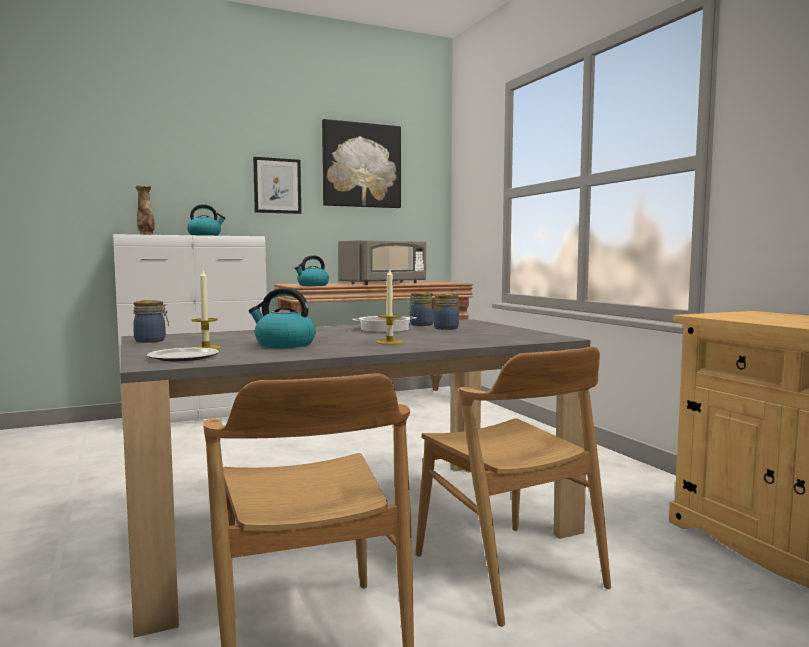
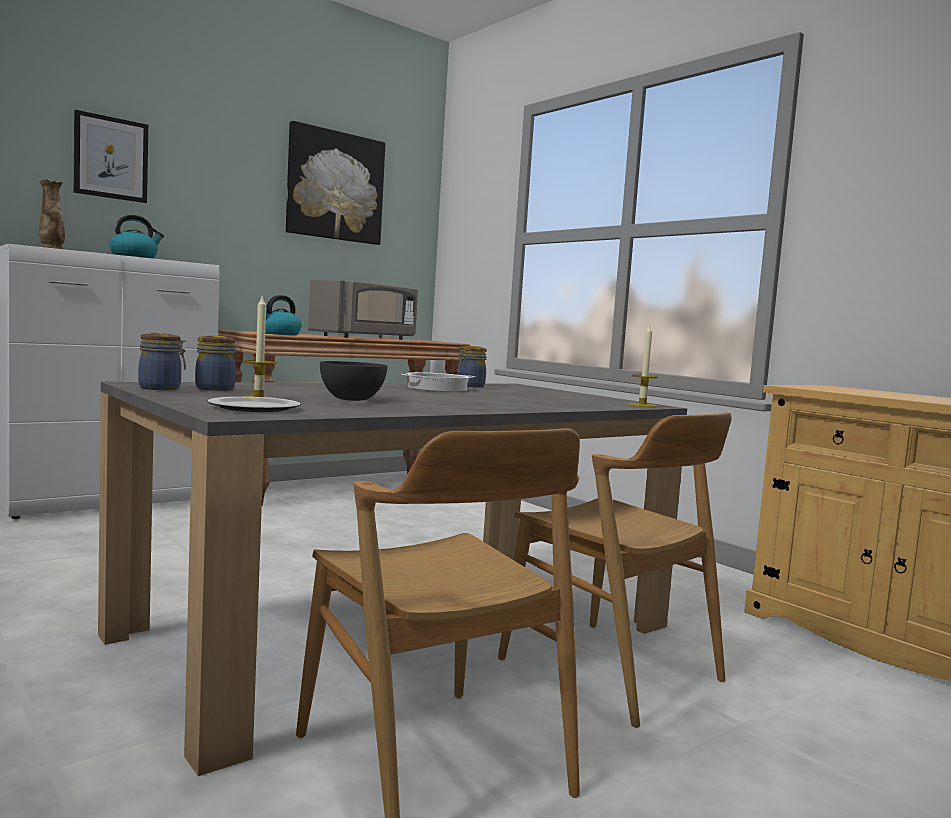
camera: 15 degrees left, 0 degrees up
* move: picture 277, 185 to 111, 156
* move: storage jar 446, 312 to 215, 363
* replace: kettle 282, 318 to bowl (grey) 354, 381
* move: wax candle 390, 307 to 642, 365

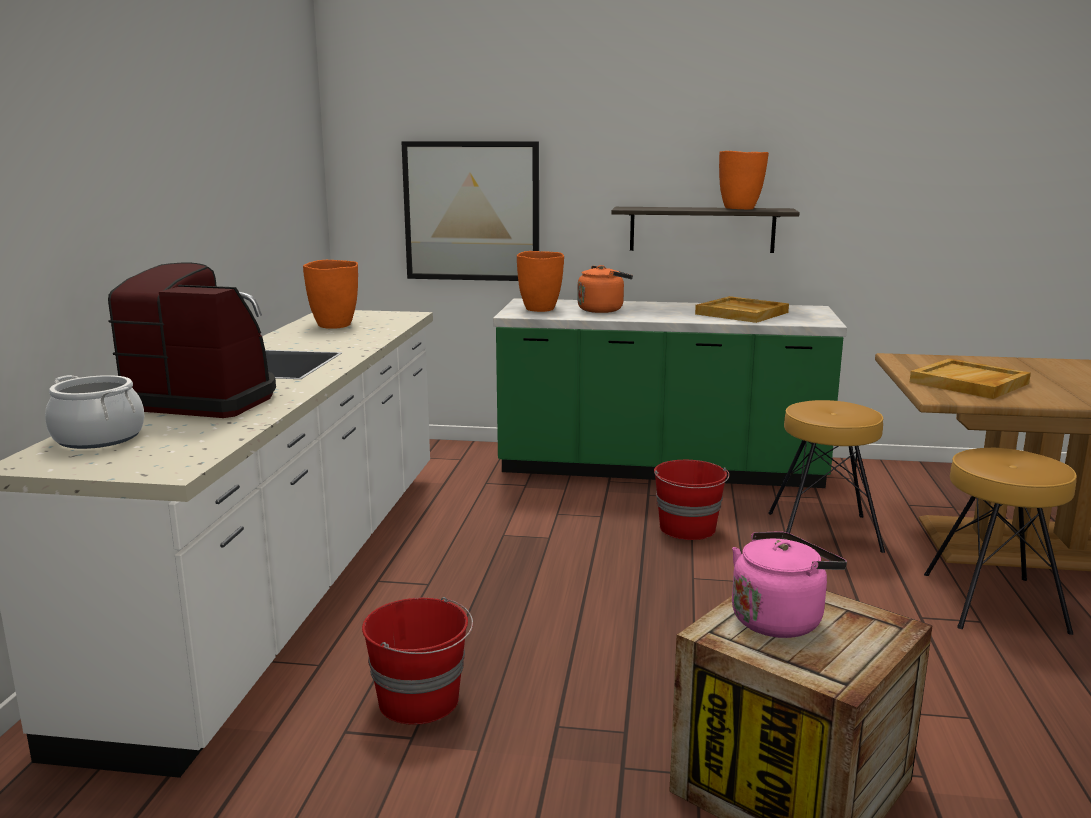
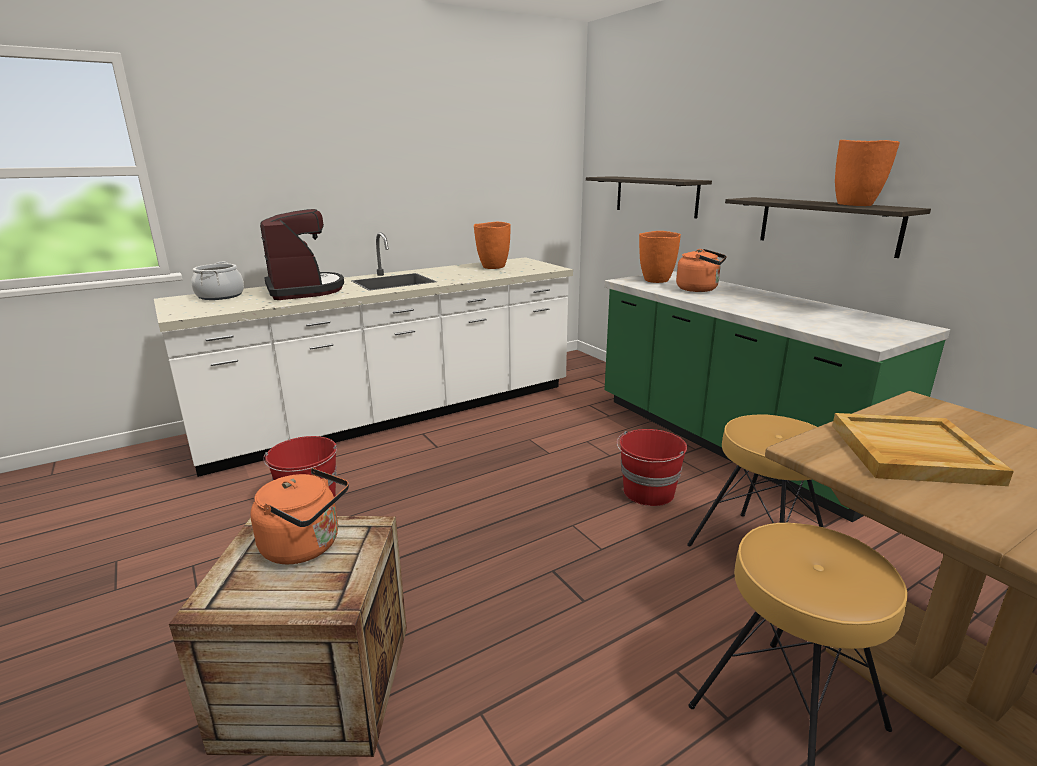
camera: 50 degrees right, 5 degrees up
* recolor: kettle (pink) 789, 585 to kettle (orangey) 299, 516
* replace: picture 470, 211 to bracket shelf 649, 197
* delete: tray (sand-coloured) 742, 309

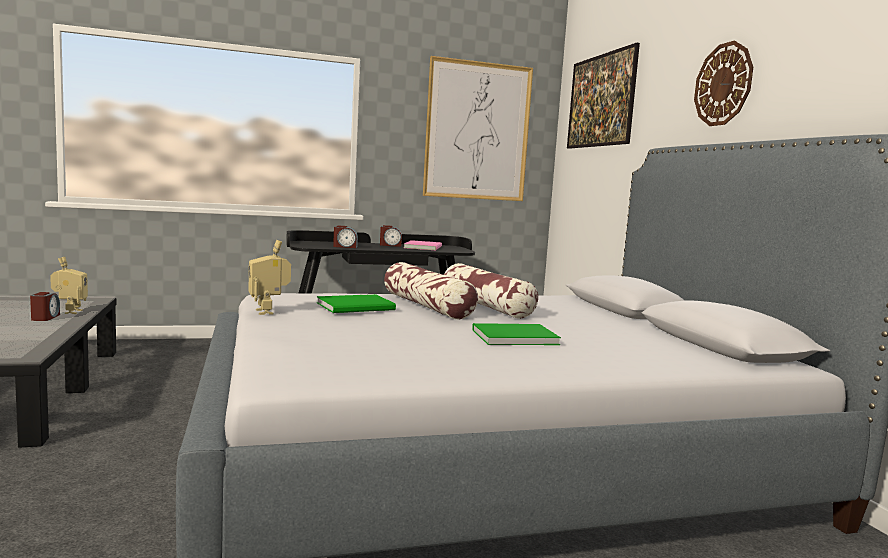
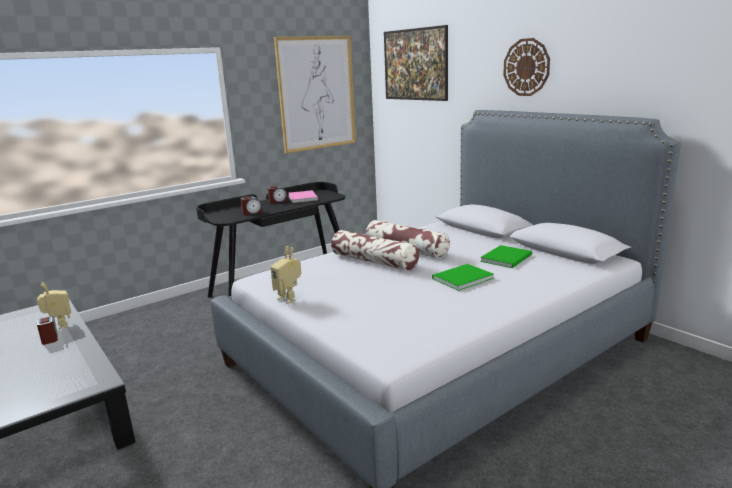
camera: 20 degrees left, 10 degrees up
* move: bound book (green-coloured) 356, 303 to 506, 256

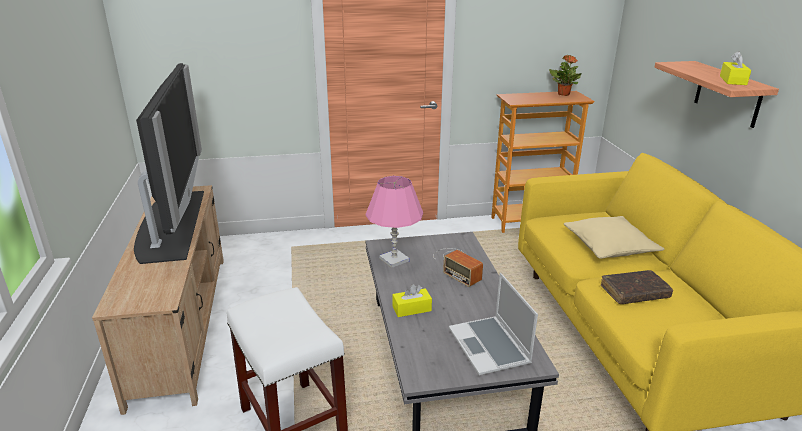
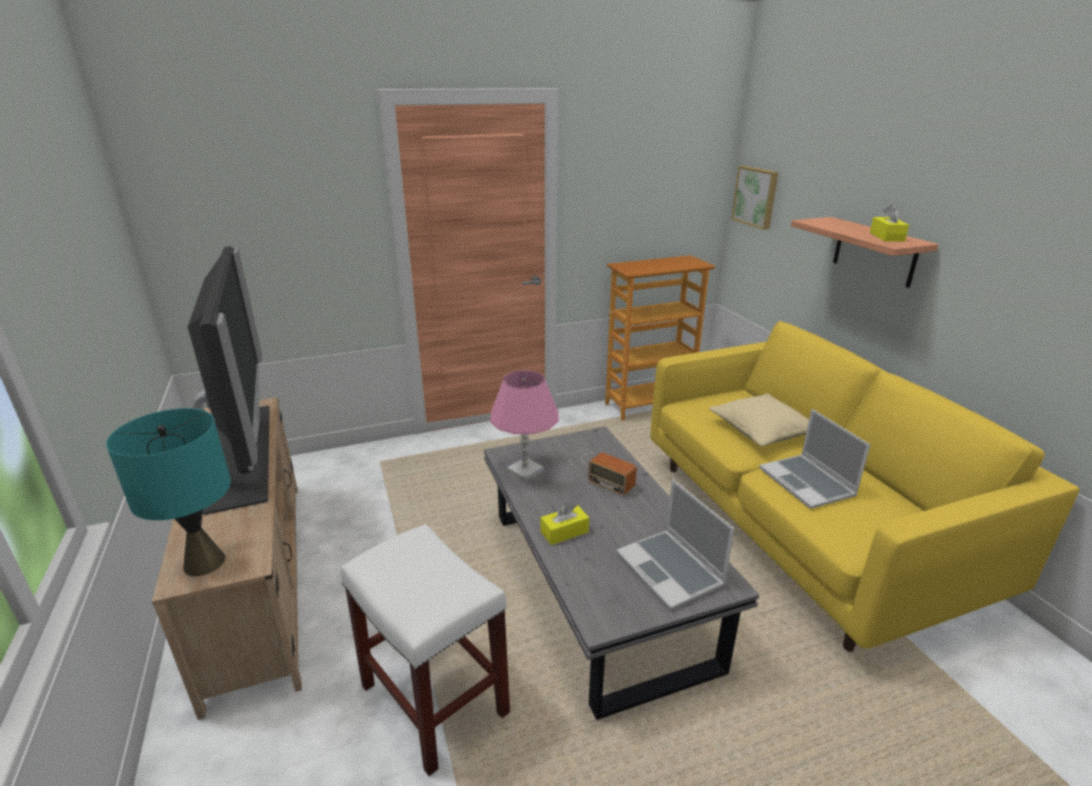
camera: 10 degrees left, 0 degrees up
* insert: tabletop lamp (turquoise) 168, 492
* insert: picture 755, 198
* replace: bound book (brown) 637, 287 to notebook computer 815, 459
* delete: plant in a pot 565, 75

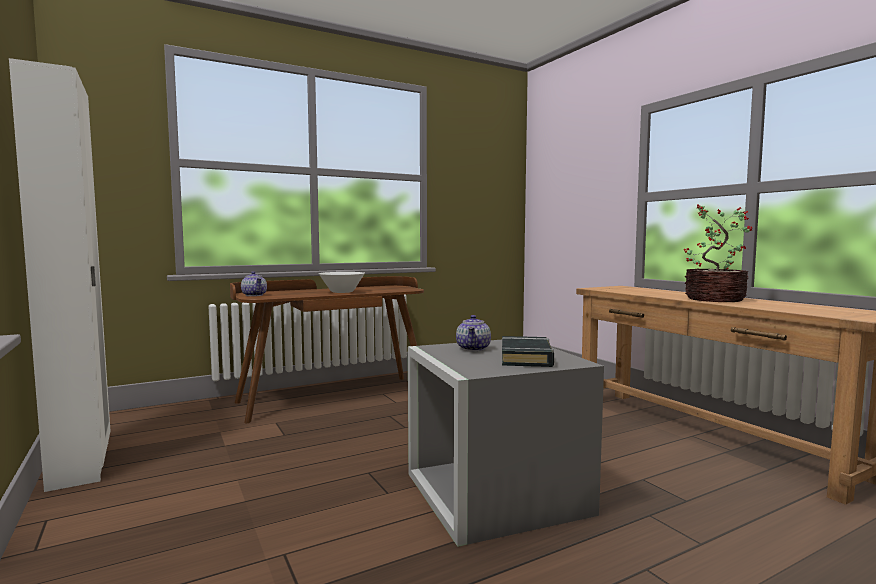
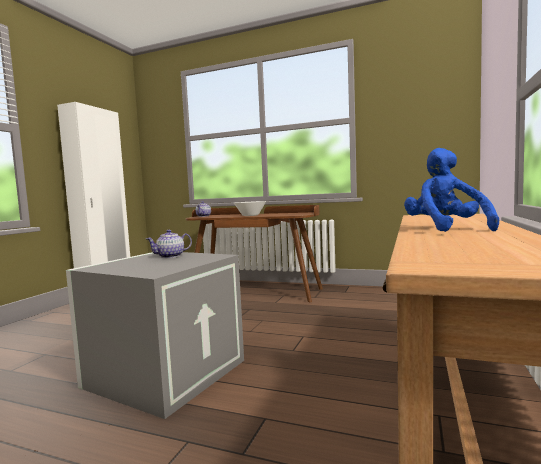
camera: 50 degrees right, 0 degrees up
* replace: plant in a pot 718, 253 to plush toy (blue) 451, 190
* delete: bound book (black-coloured) 528, 351

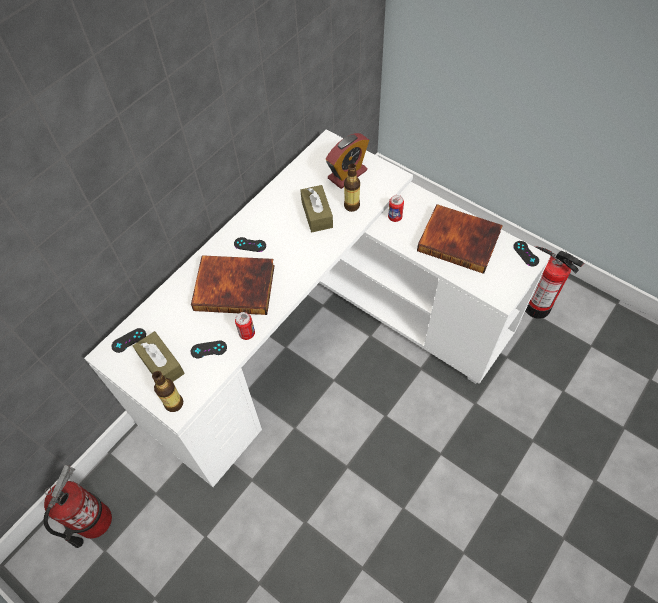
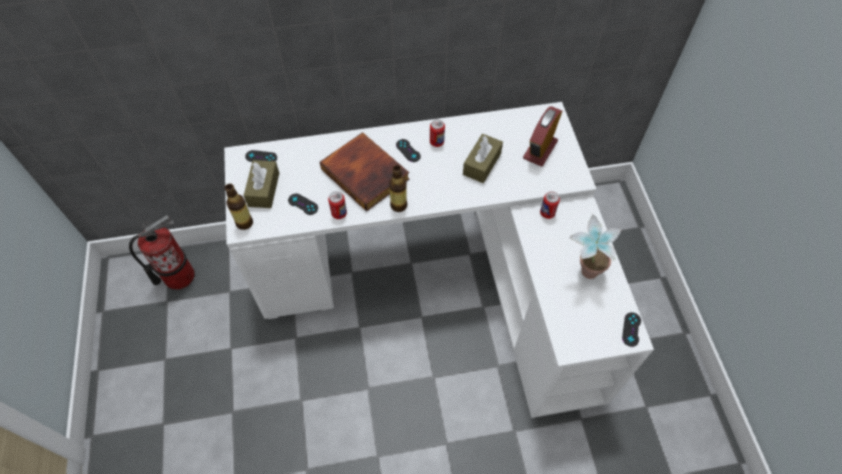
camera: 40 degrees right, 0 degrees up
* move: bottle 352, 188 to 398, 188
* insert: can 437, 133
* rotate: table clock 347, 161 = 542, 136 120 degrees clockwise
* replace: bound book 460, 239 to plant in a pot 595, 246
* delete: fire extinguisher 554, 283

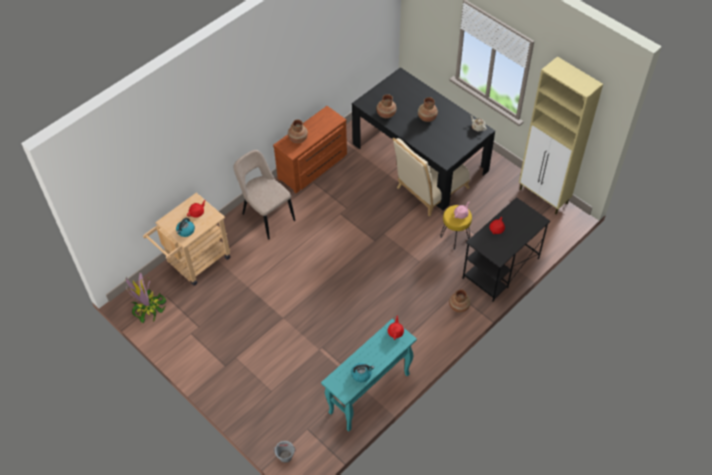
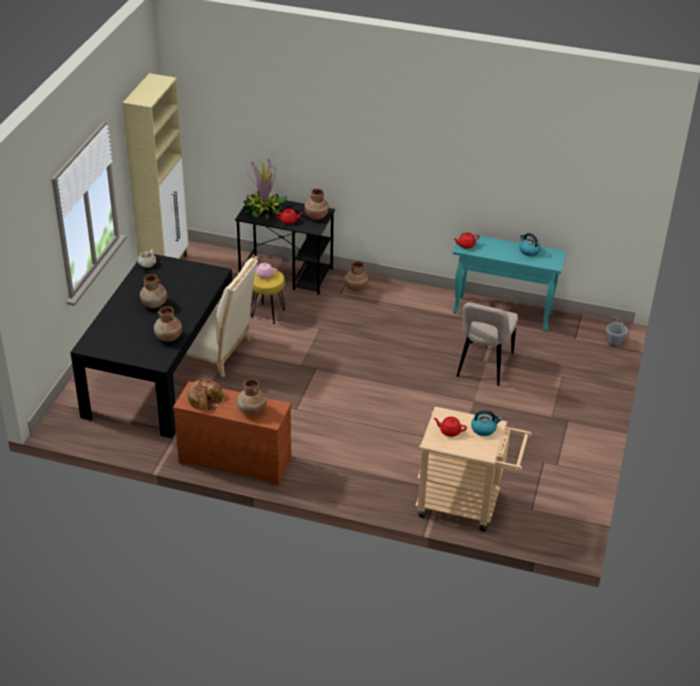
camera: 120 degrees left, 15 degrees down
* insert: bakery bread 207, 395
* move: plant in a pot 146, 297 to 265, 188
* insert: decorative vase (brown) 316, 204
* move: chair (sand-coloured) 264, 194 to 487, 344

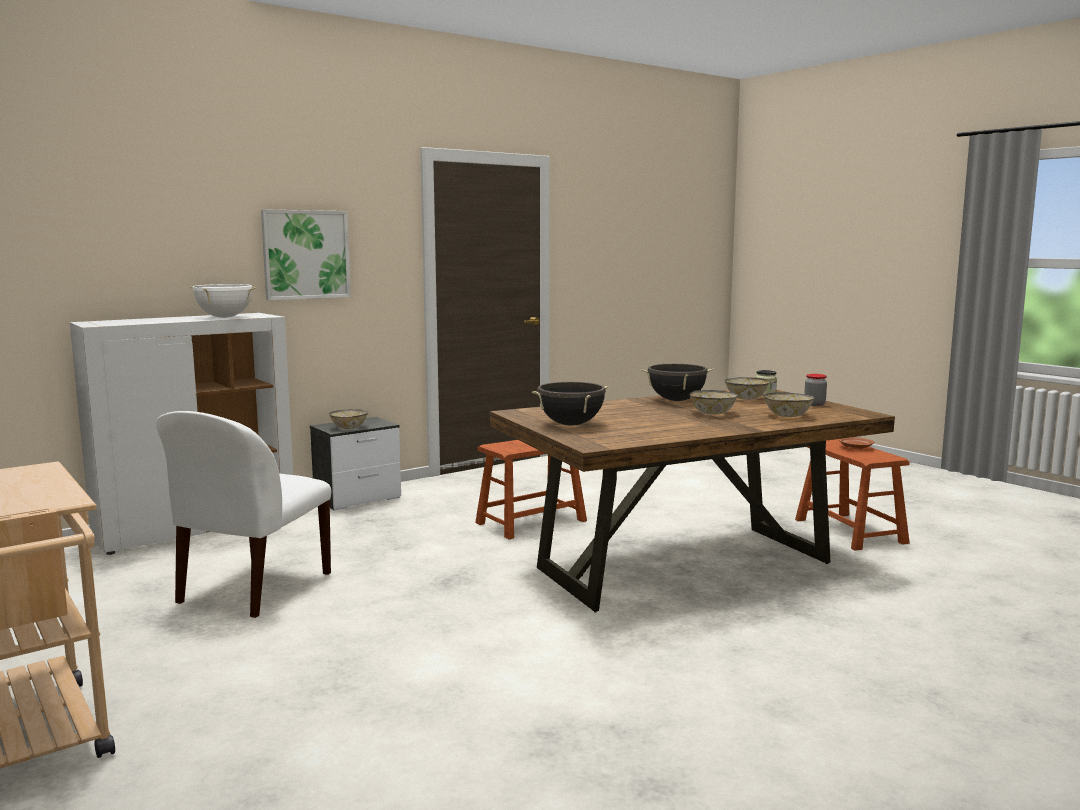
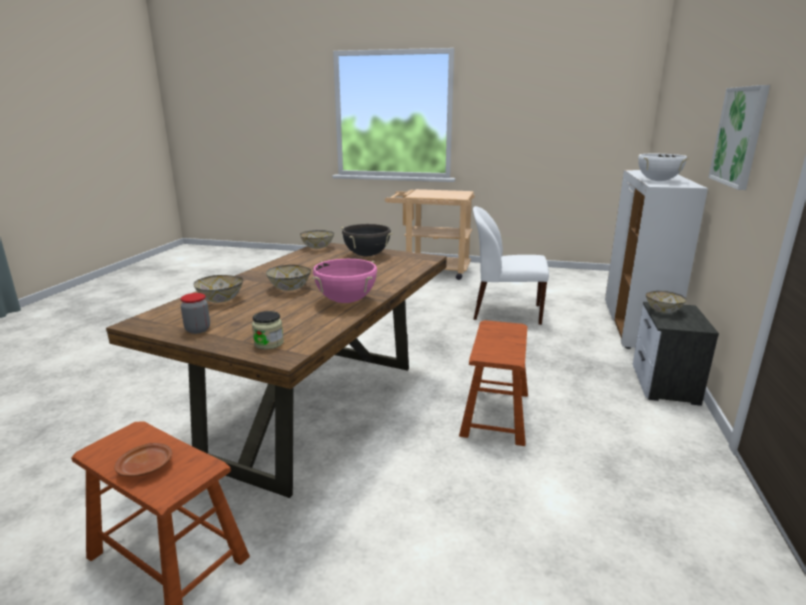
camera: 140 degrees right, 10 degrees up
* move: bowl 747, 388 to 317, 239
* recolor: cooking pot (black-coloured) 677, 382 to cooking pot (pink) 344, 281
* rotate: chair (white-coloured) 243, 514 = 511, 265 60 degrees counterclockwise

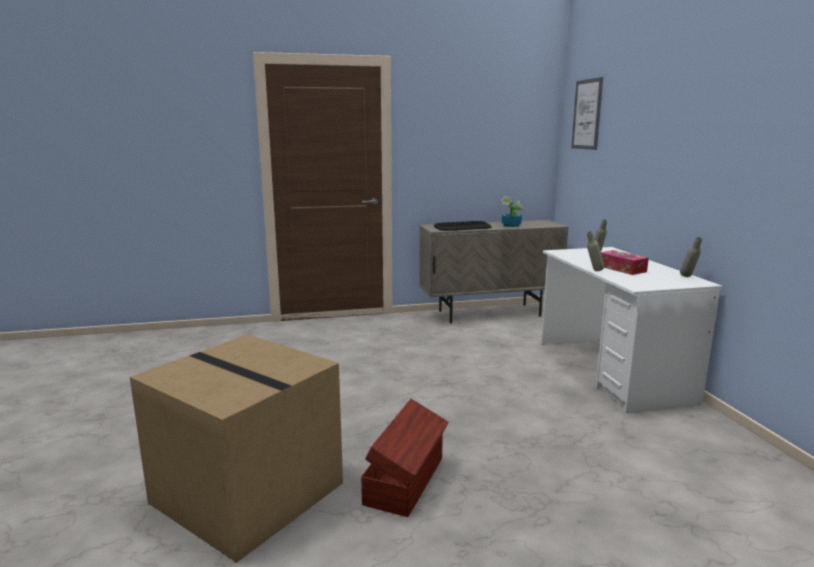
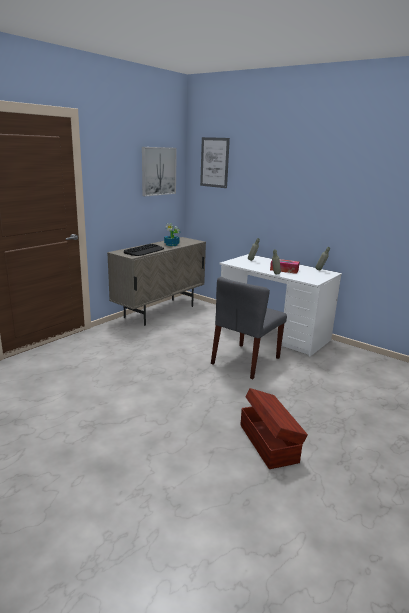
camera: 40 degrees left, 5 degrees up
* insert: picture 159, 171
* insert: chair (grey) 249, 328
* delete: carton 236, 449

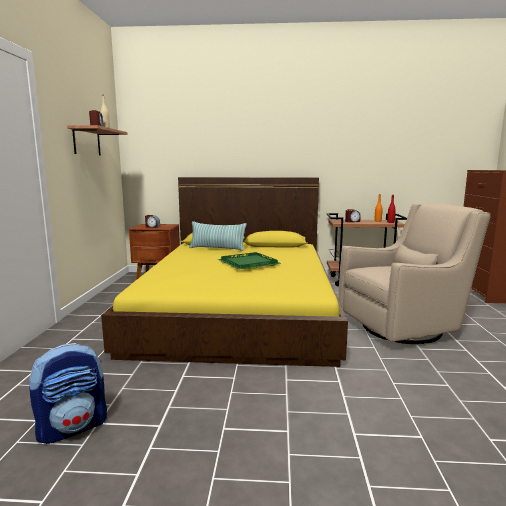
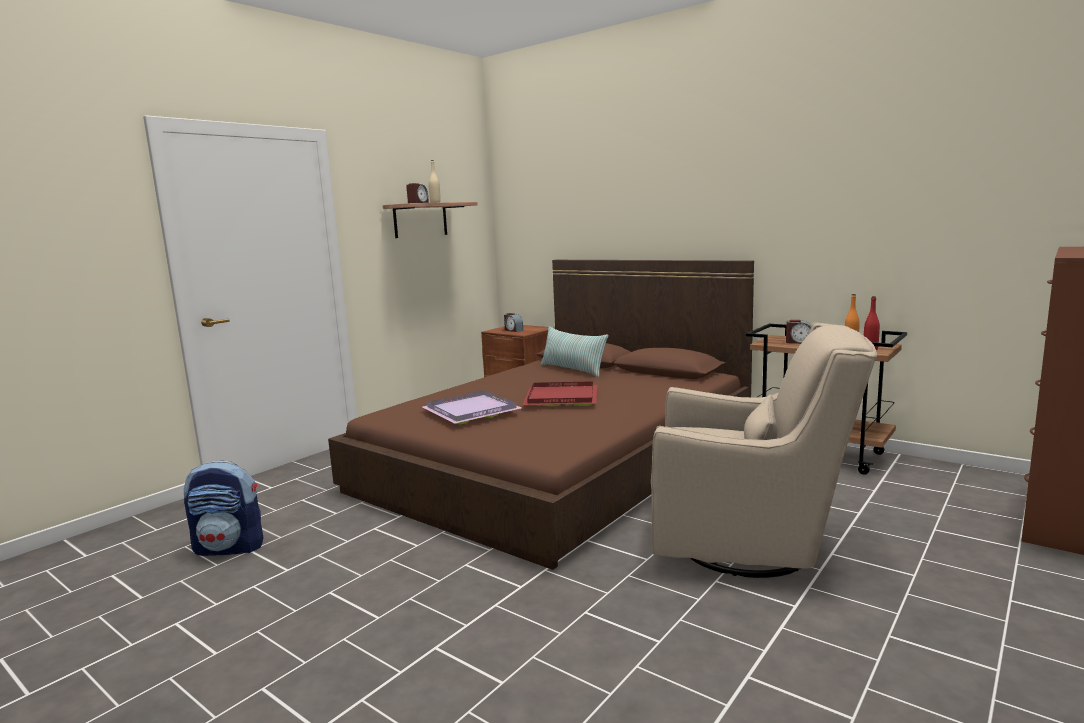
camera: 35 degrees right, 0 degrees up
* recolor: sleeping bed (yellowish) 224, 272 to sleeping bed (brown) 541, 415
* insert: tray (purple-coloured) 472, 407
* recolor: tray (green-coloured) 250, 260 to tray (red-coloured) 560, 394

